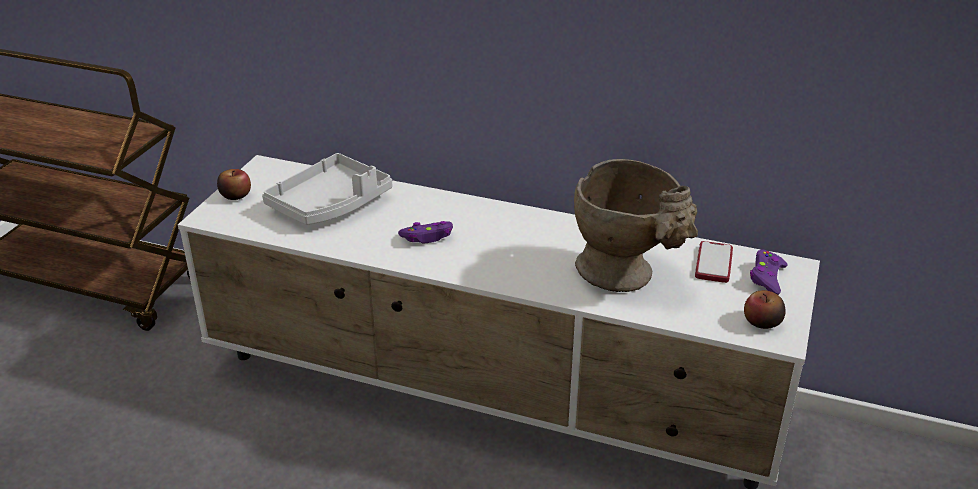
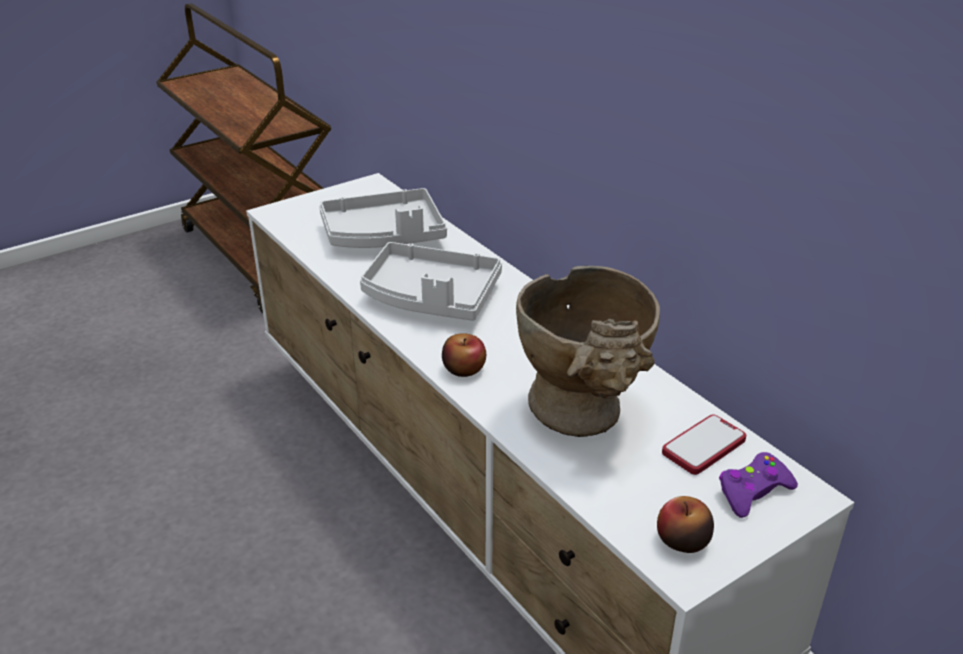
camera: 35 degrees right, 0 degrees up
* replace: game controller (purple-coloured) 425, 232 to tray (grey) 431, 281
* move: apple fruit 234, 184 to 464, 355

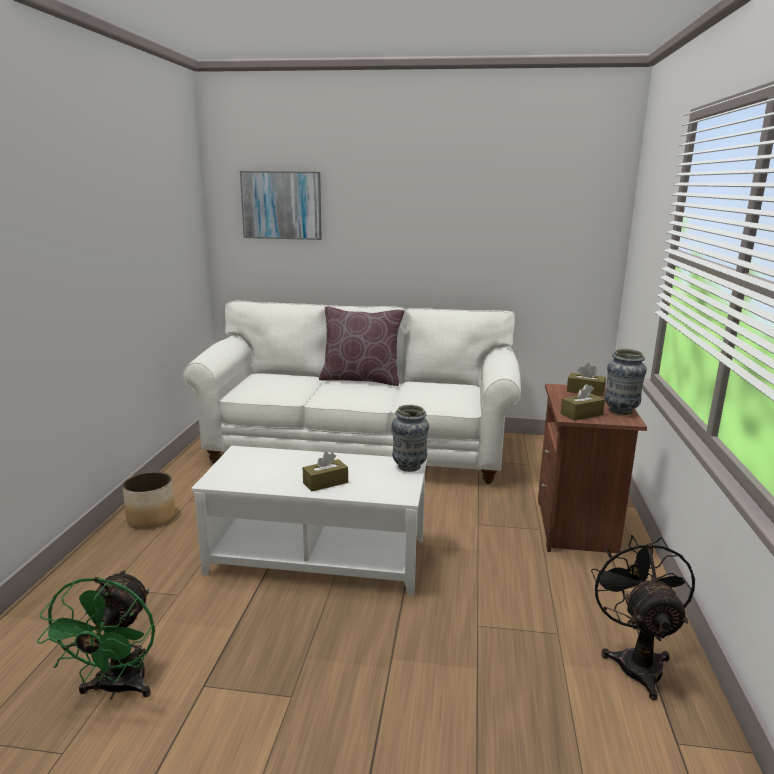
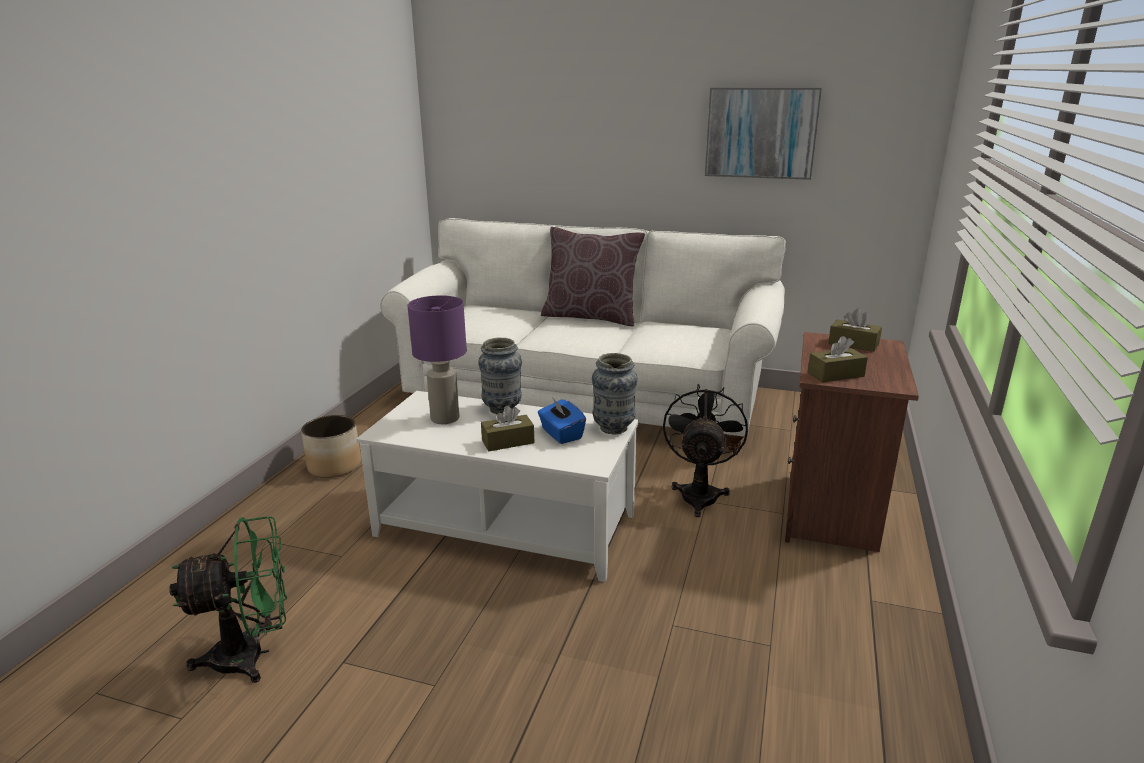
camera: 10 degrees right, 5 degrees up
* rotate: cooling fan (green-coloured) 96, 634 = 228, 599 120 degrees counterclockwise
* insert: tabletop lamp (purple-coloured) 437, 359
* move: decorative vase 626, 382 to 500, 375
* insert: tissue box (blue) 562, 420
* move: cooling fan (black-coloured) 643, 617 to 705, 450
* move: picture 281, 205 to 763, 133

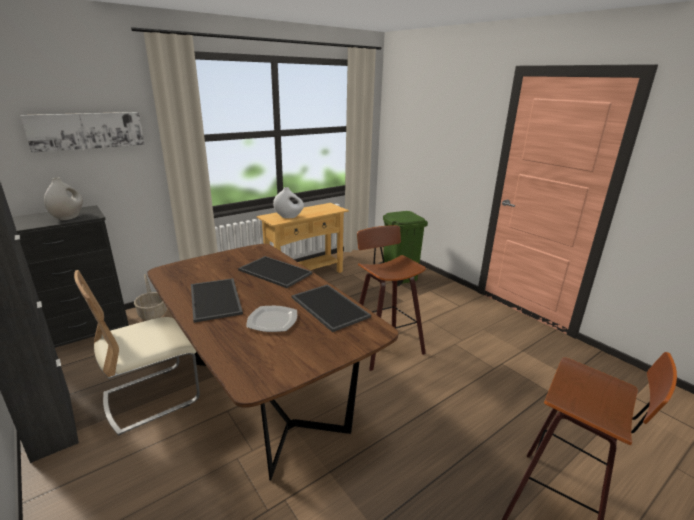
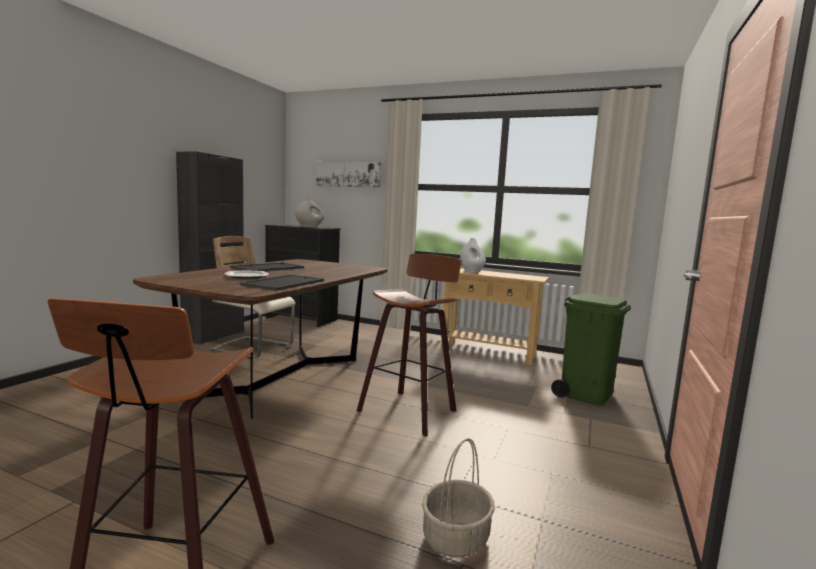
camera: 60 degrees right, 15 degrees down
* move: basket 150, 297 to 458, 498
* delete: tray 275, 272

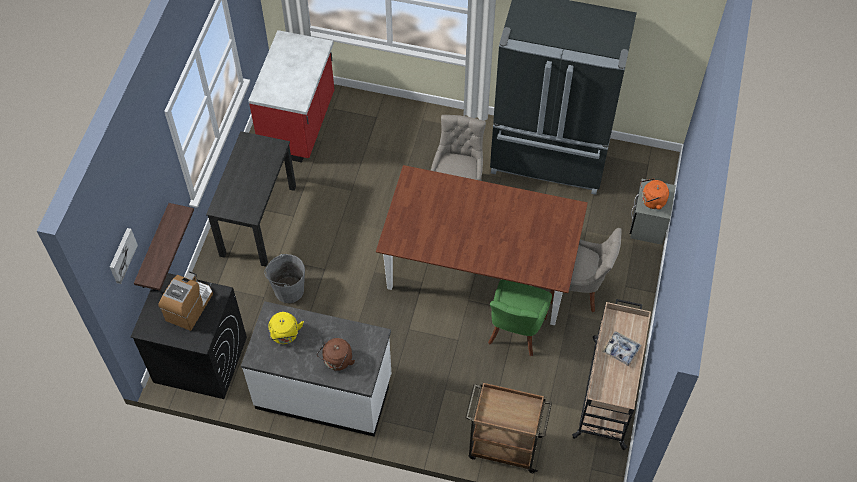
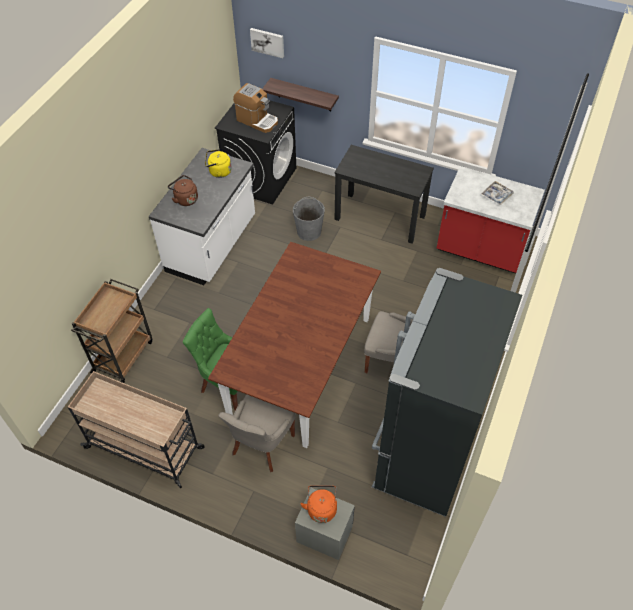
camera: 100 degrees right, 5 degrees down
* move: tray 622, 349 to 497, 193

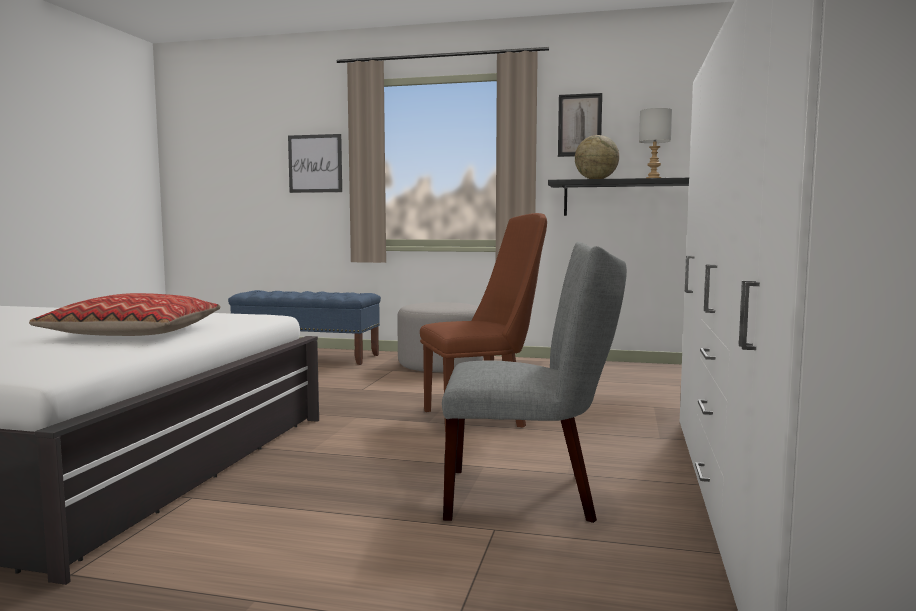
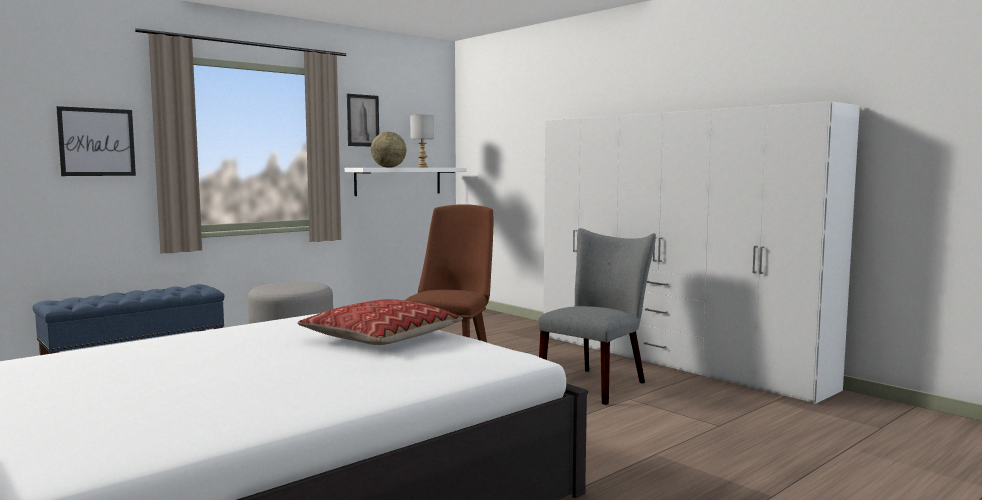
camera: 55 degrees left, 0 degrees up
* recolor: bracket shelf (black-coloured) 618, 197 to bracket shelf (white-coloured) 406, 182

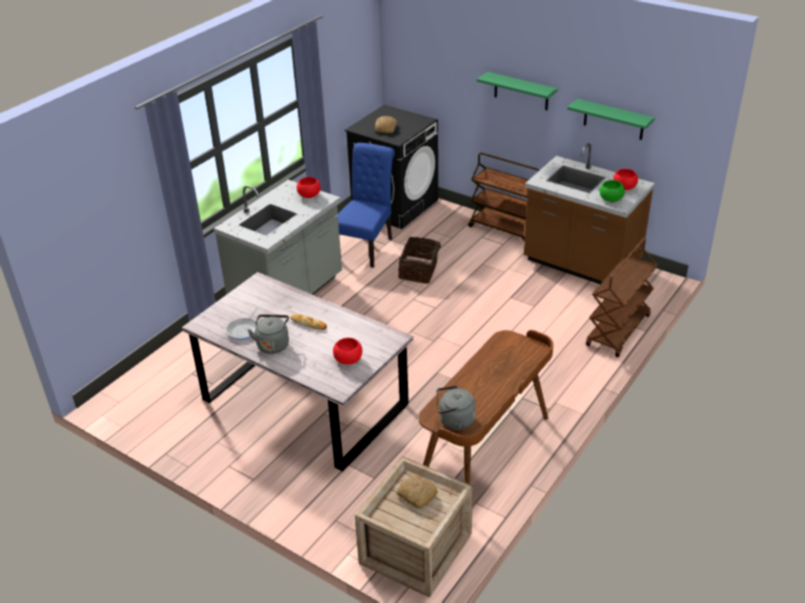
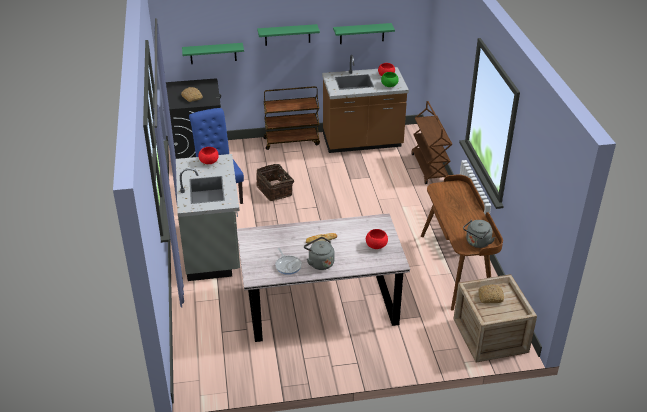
camera: 45 degrees left, 0 degrees up
* insert: bracket shelf (green-coloured) 213, 53

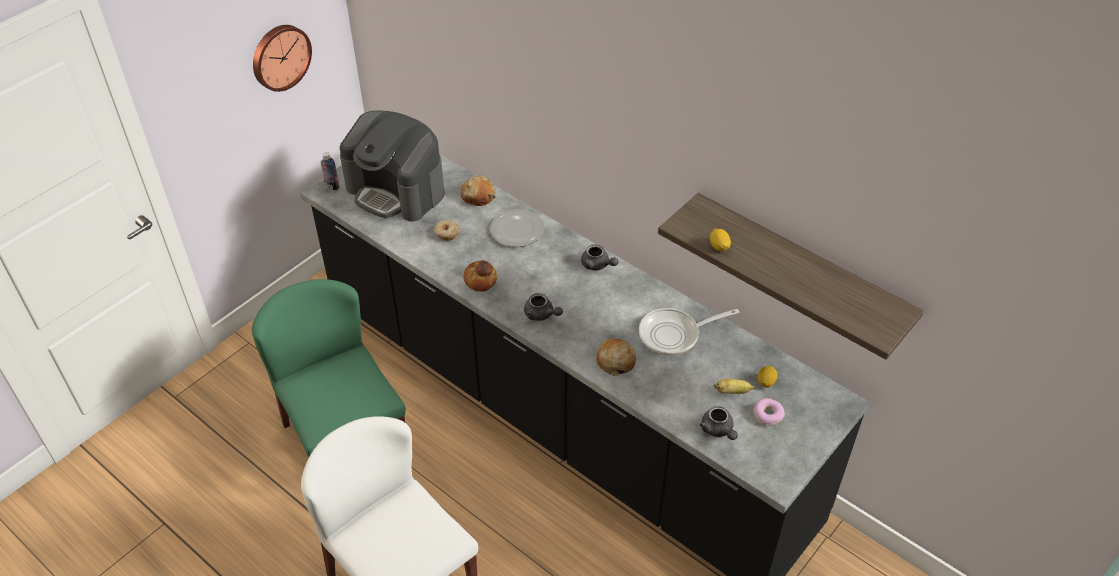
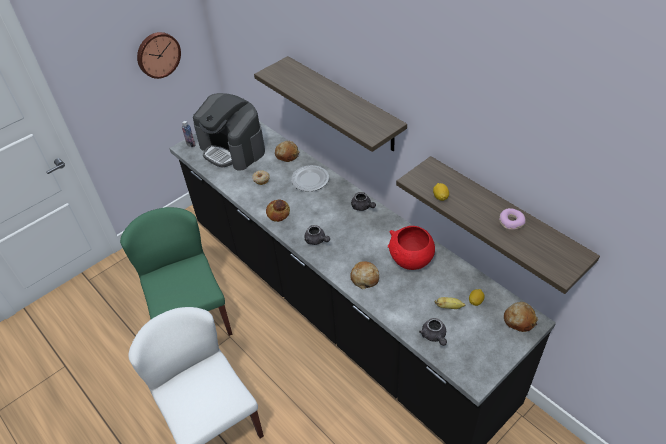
camera: 10 degrees right, 0 degrees up
* insert: bracket shelf 330, 104
* replace: frying pan 689, 331 to bowl (red-coloured) 411, 248
* move: ring doughnut 769, 412 to 512, 219
* insert: bakery bread 521, 317

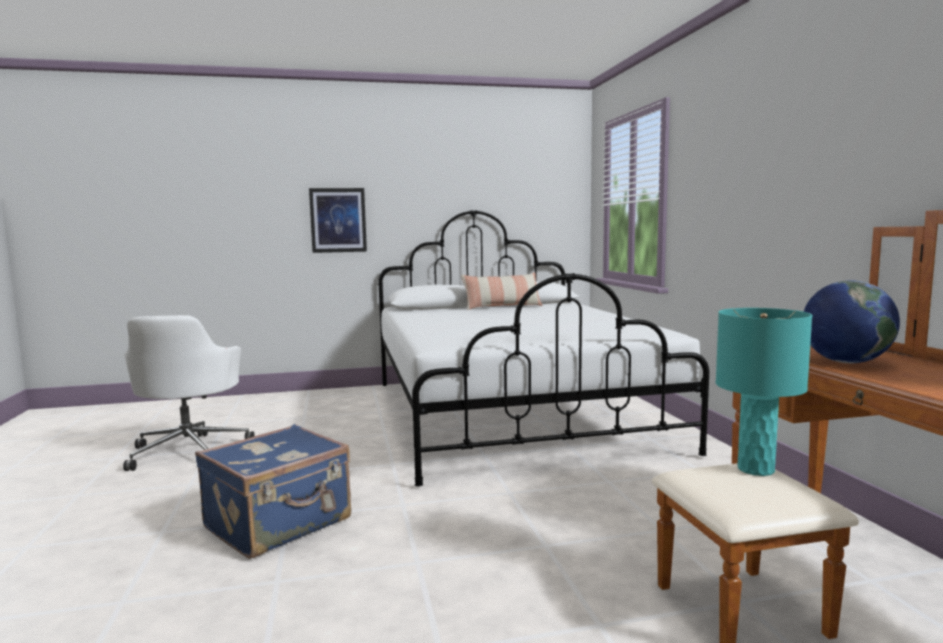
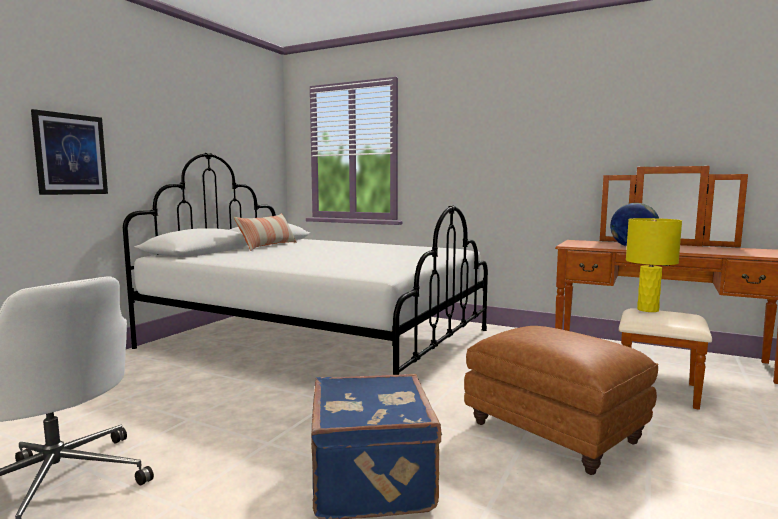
camera: 50 degrees left, 0 degrees up
* insert: ottoman (brown) 561, 400
* recolor: tabletop lamp (turquoise) 764, 392 to tabletop lamp (yellowish) 654, 265

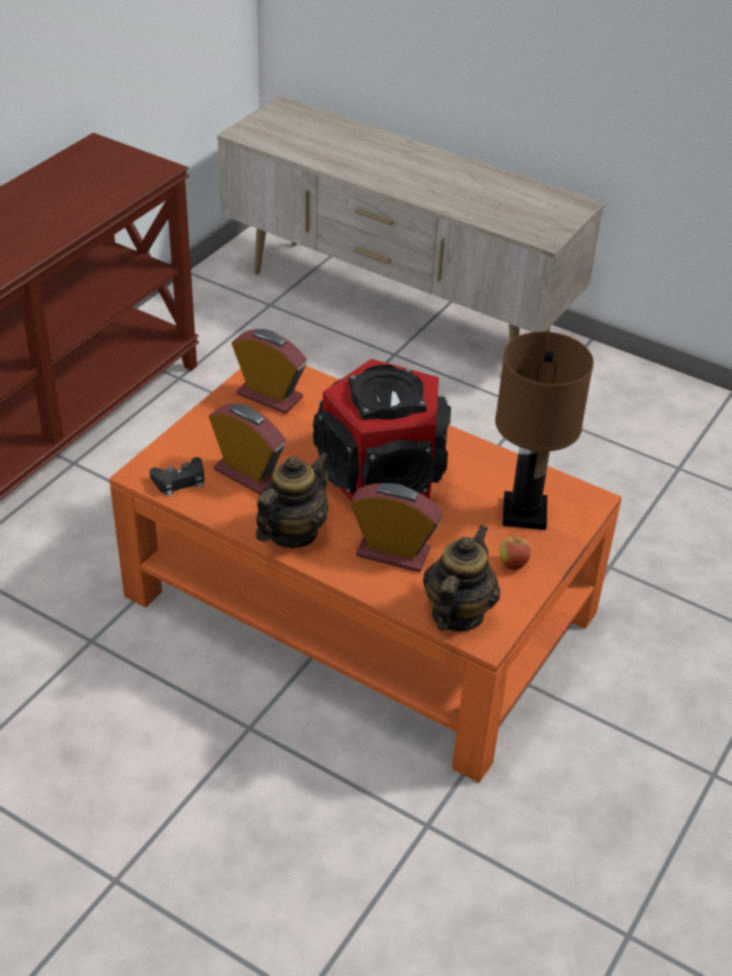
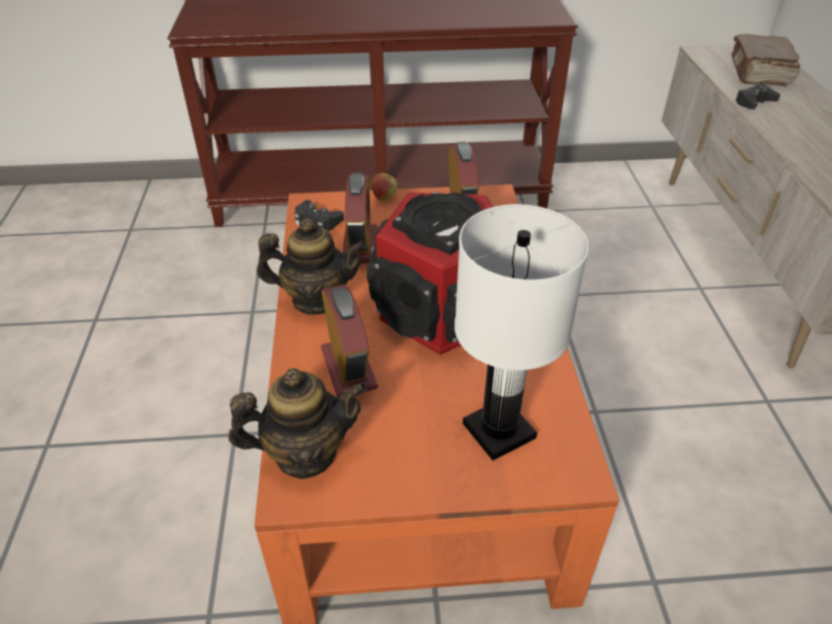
camera: 55 degrees right, 0 degrees up
* move: apple fruit 515, 551 to 384, 187
* recolor: tabletop lamp (brown) 544, 430 to tabletop lamp (white-coloured) 521, 332
* insert: bound book (brown) 766, 60
* insert: game controller (black-coloured) 757, 96

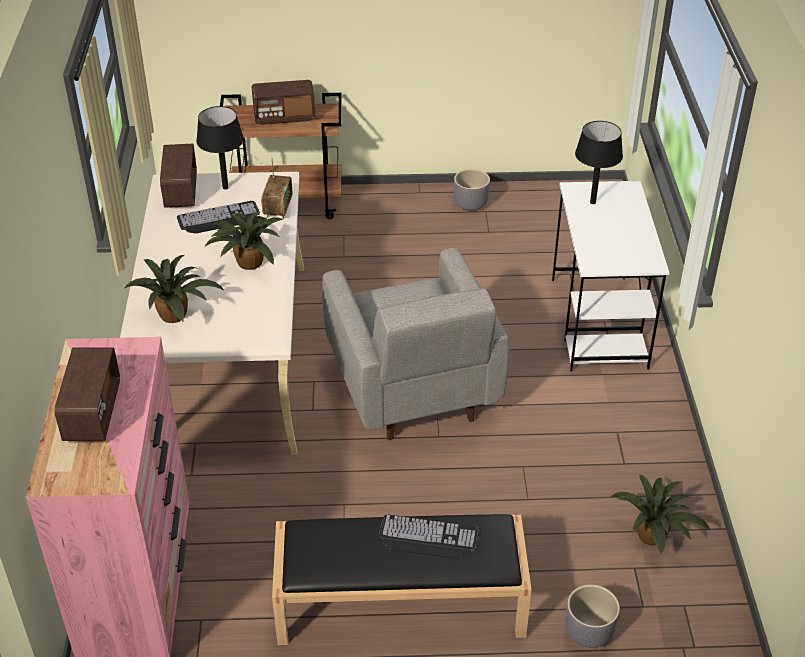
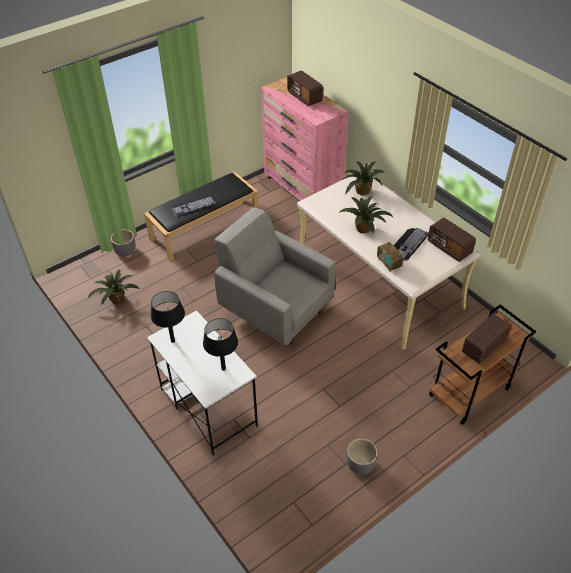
camera: 145 degrees right, 5 degrees up
* move: tabletop lamp (black-coloured) 220, 148 to 168, 317

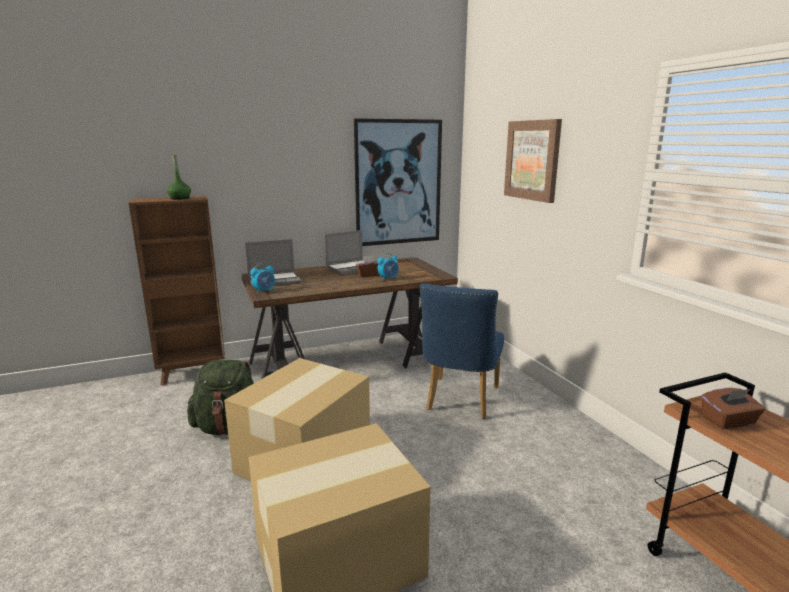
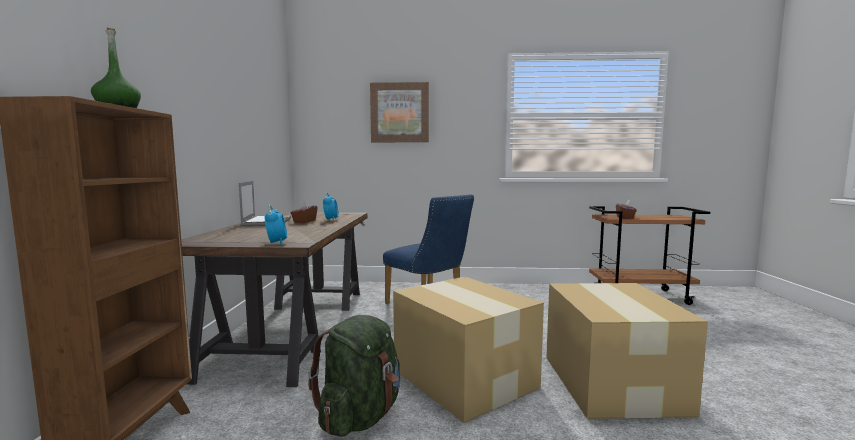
camera: 65 degrees left, 10 degrees down
* delete: notebook computer 273, 263
* delete: picture 398, 182

